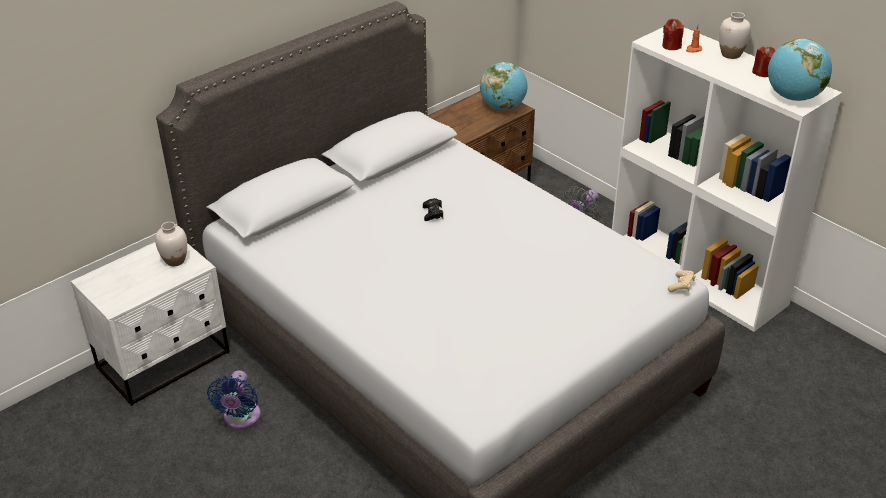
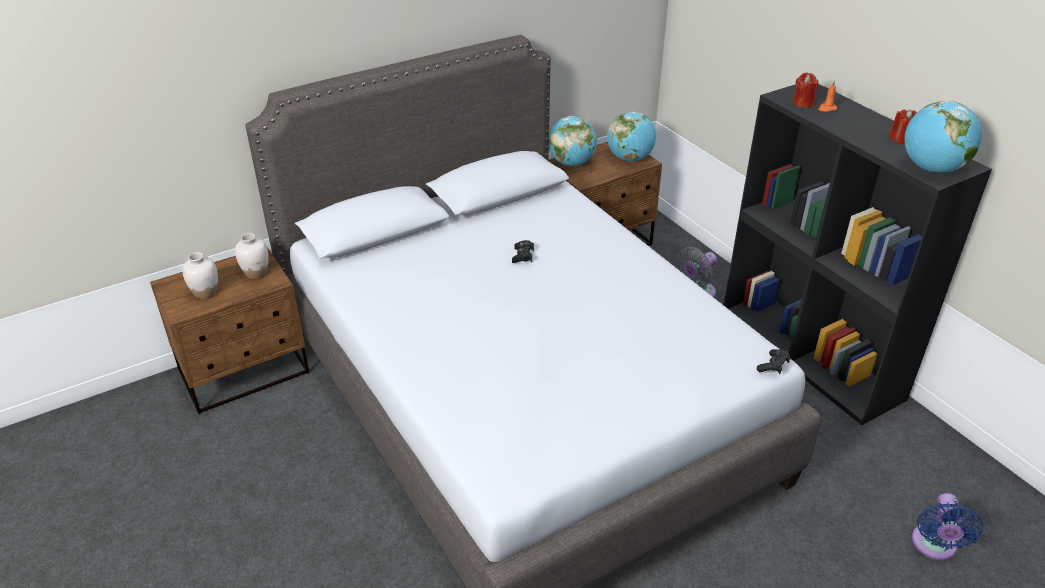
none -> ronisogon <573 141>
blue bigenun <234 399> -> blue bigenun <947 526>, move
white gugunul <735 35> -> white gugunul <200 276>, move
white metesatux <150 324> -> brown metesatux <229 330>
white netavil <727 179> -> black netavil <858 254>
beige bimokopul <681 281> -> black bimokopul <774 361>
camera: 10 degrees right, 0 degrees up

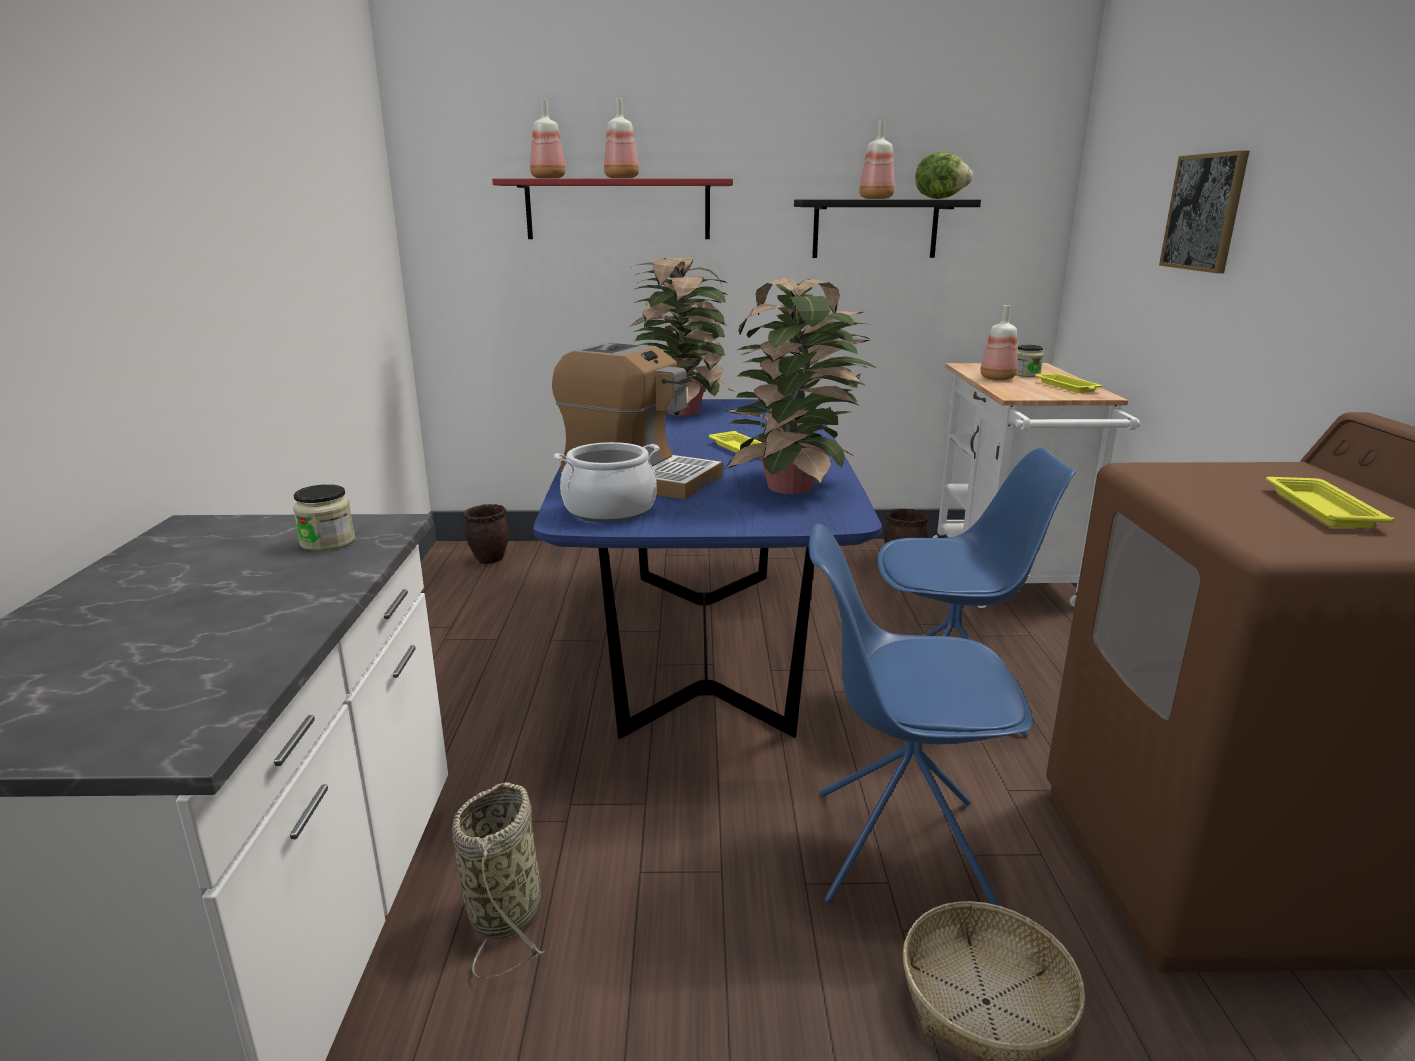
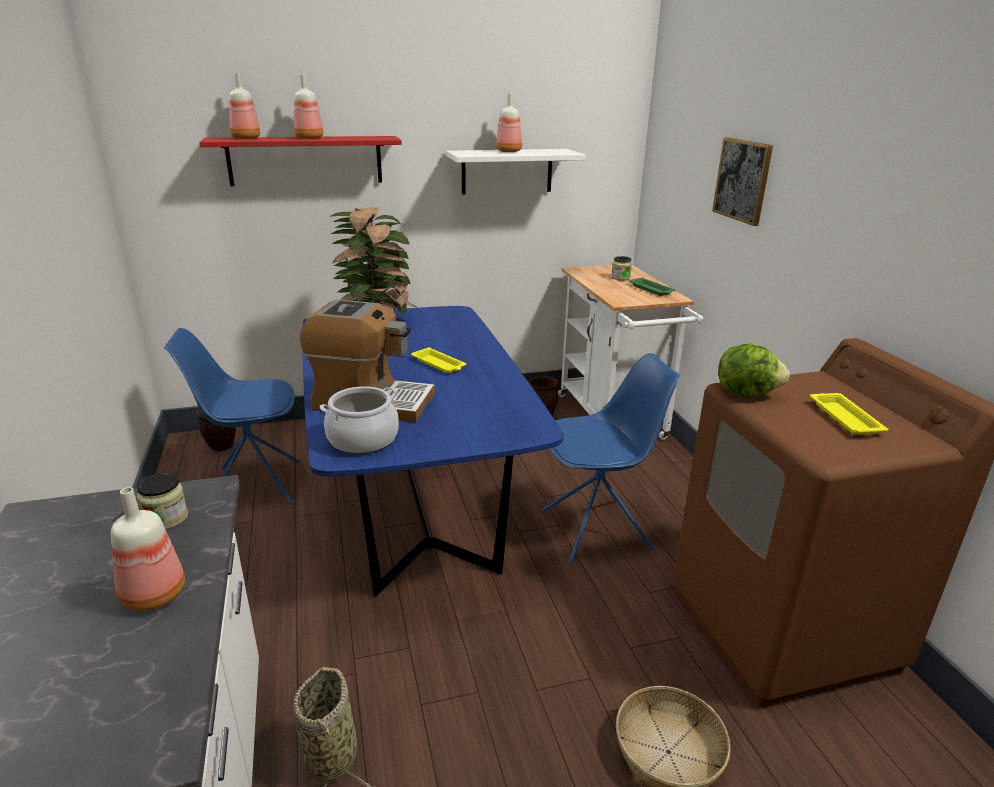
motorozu <800 386> -> none
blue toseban <921 715> -> blue toseban <232 416>, move
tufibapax <944 175> -> tufibapax <753 370>, move
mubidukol <998 342> -> mubidukol <148 549>, move
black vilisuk <887 228> -> white vilisuk <516 172>
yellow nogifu <1068 382> -> green nogifu <652 286>
camera: 15 degrees left, 5 degrees up

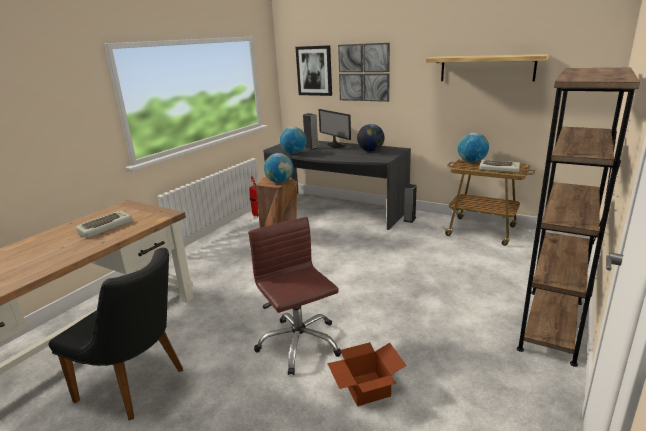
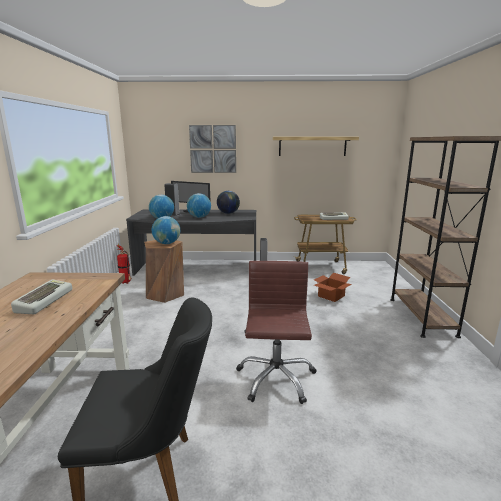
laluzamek <313 70> -> none
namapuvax <367 374> -> namapuvax <333 287>, move
ronisogon <473 148> -> ronisogon <199 205>, move
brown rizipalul <294 296> -> brown rizipalul <276 332>, 60 degrees clockwise
camera: 30 degrees left, 5 degrees down

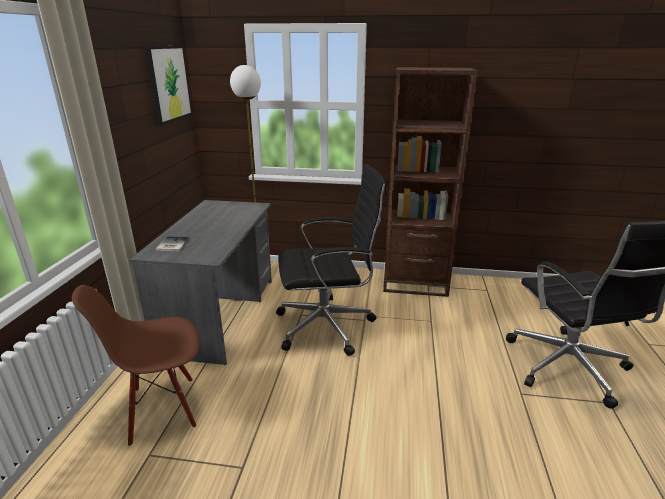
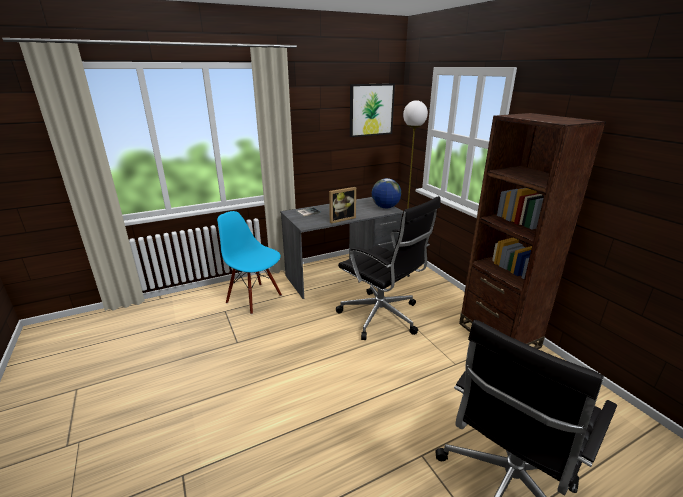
none -> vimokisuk <342 205>
none -> ronisogon <386 193>
brown toseban <136 366> -> blue toseban <249 262>
camera: 55 degrees right, 0 degrees up

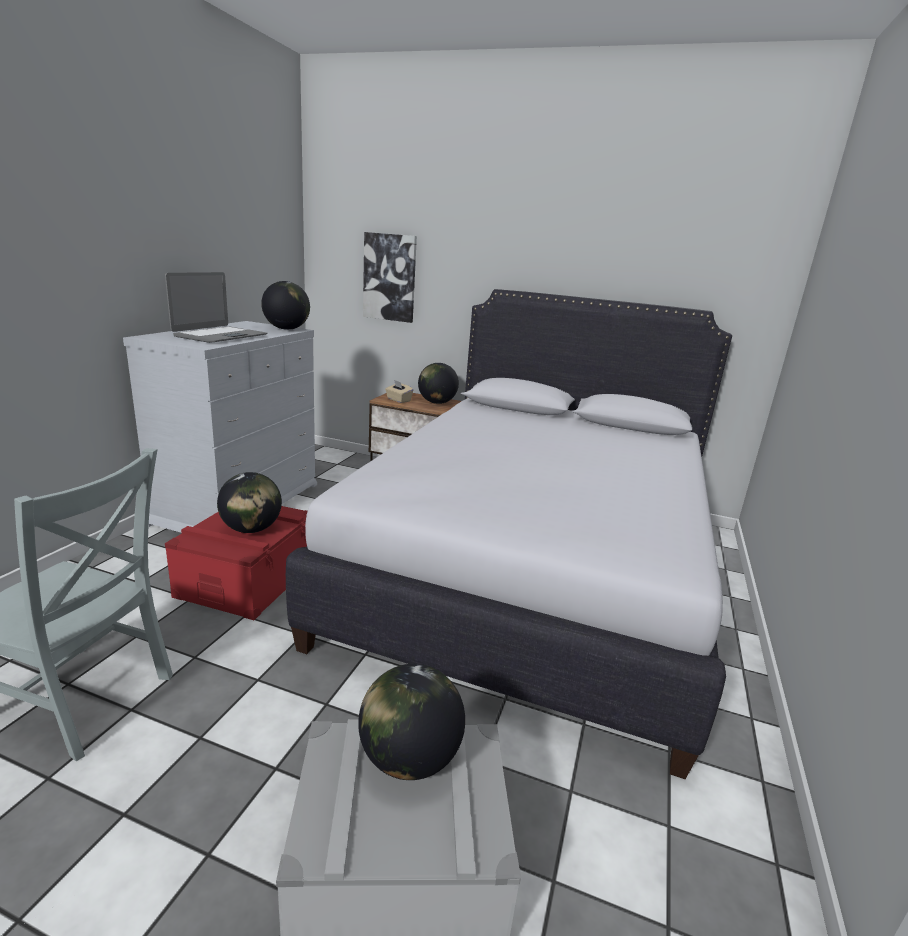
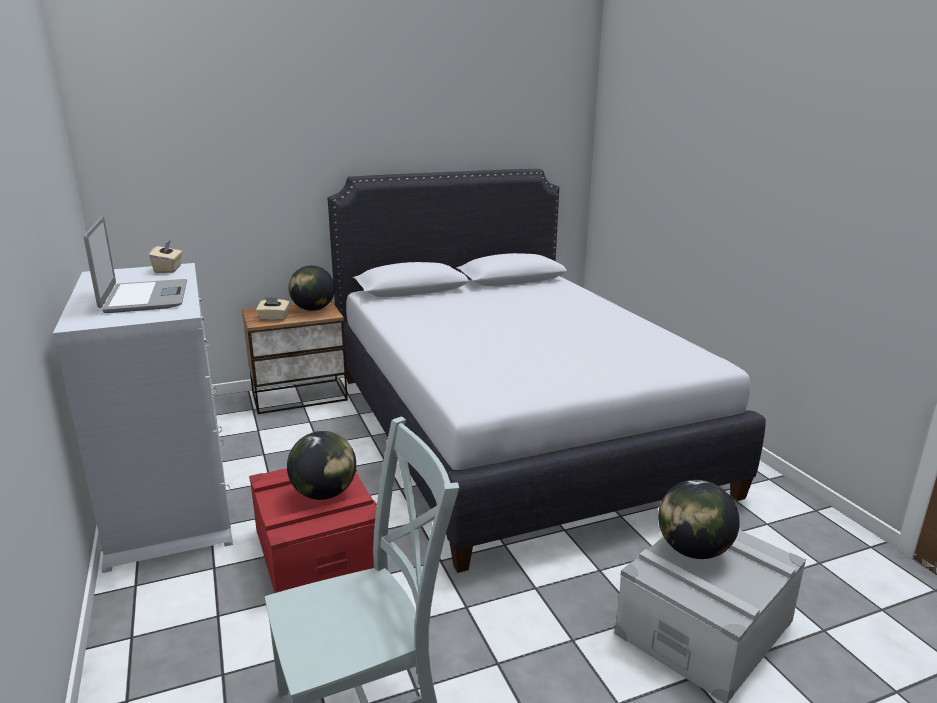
laluzamek <390 277> -> none
ronisogon <285 305> -> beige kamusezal <165 256>
camera: 40 degrees left, 0 degrees up

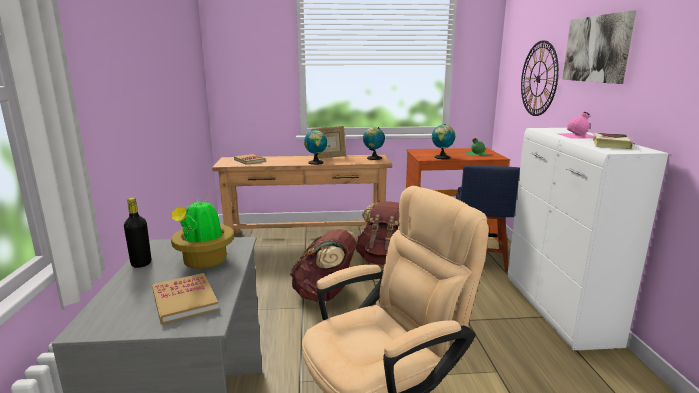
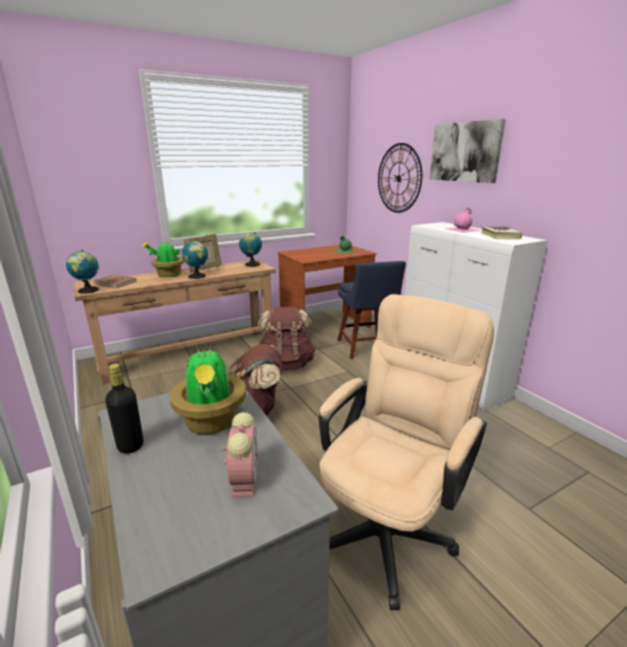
none -> motorozu <163 259>
ronisogon <443 141> -> ronisogon <82 272>, move
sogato <185 299> -> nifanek <240 455>
camera: 25 degrees left, 5 degrees up

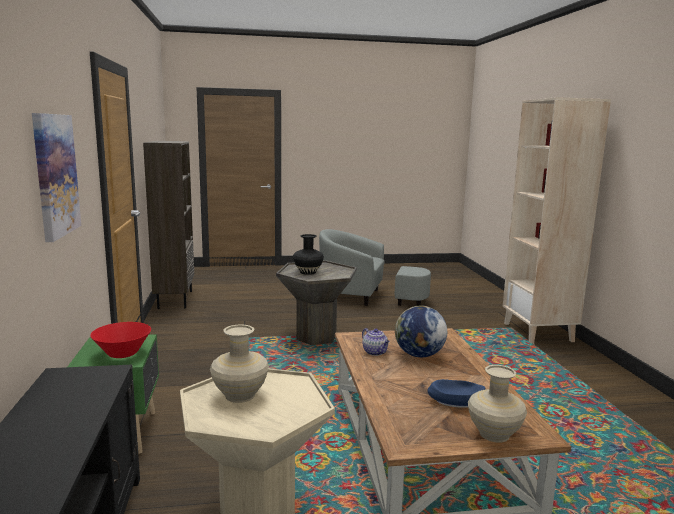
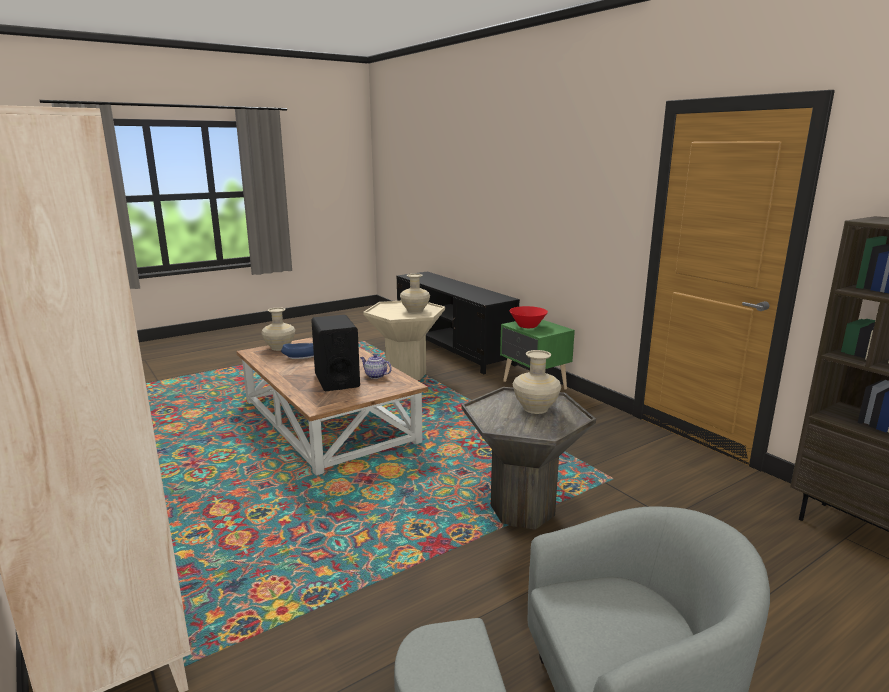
laluzamek <56 177> -> none
ronisogon <421 332> -> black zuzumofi <335 353>
black gugunul <308 254> -> beige gugunul <537 382>
camera: 155 degrees right, 5 degrees up

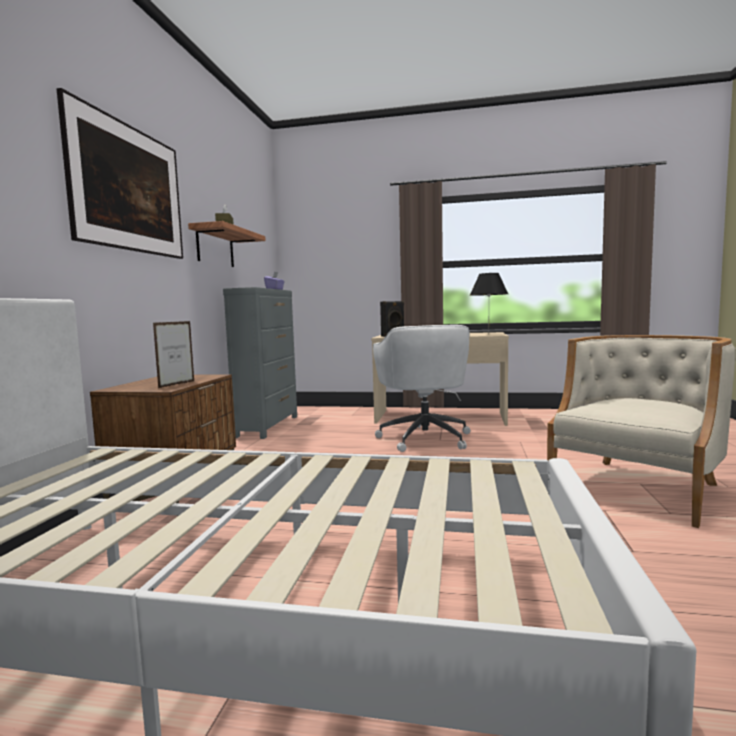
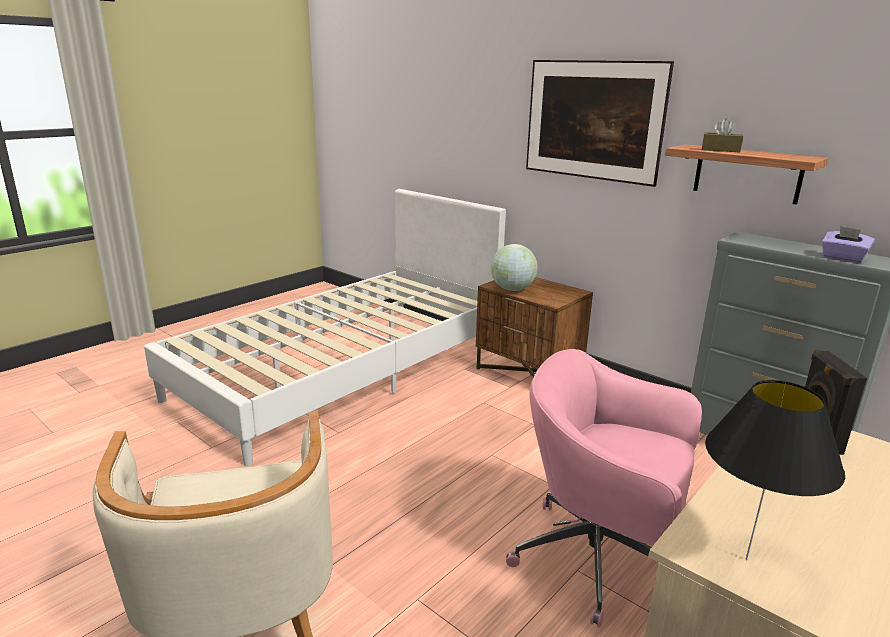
vimokisuk <173 354> -> ronisogon <514 267>
white rizipalul <422 388> -> pink rizipalul <604 488>
camera: 120 degrees right, 15 degrees up

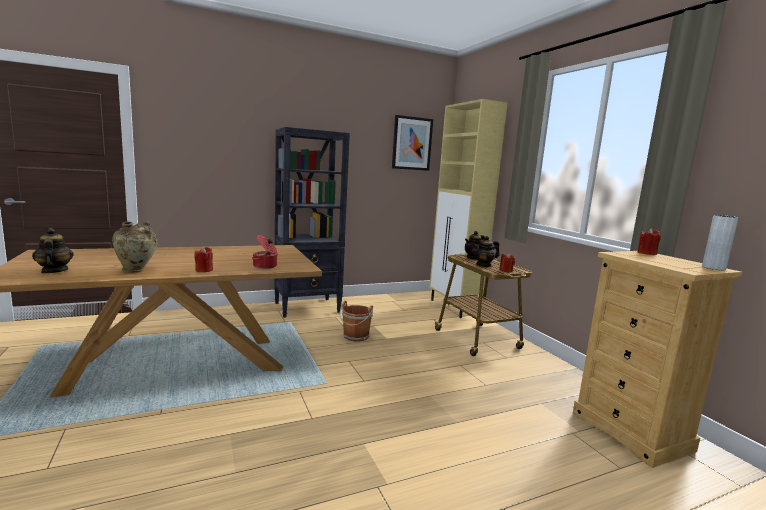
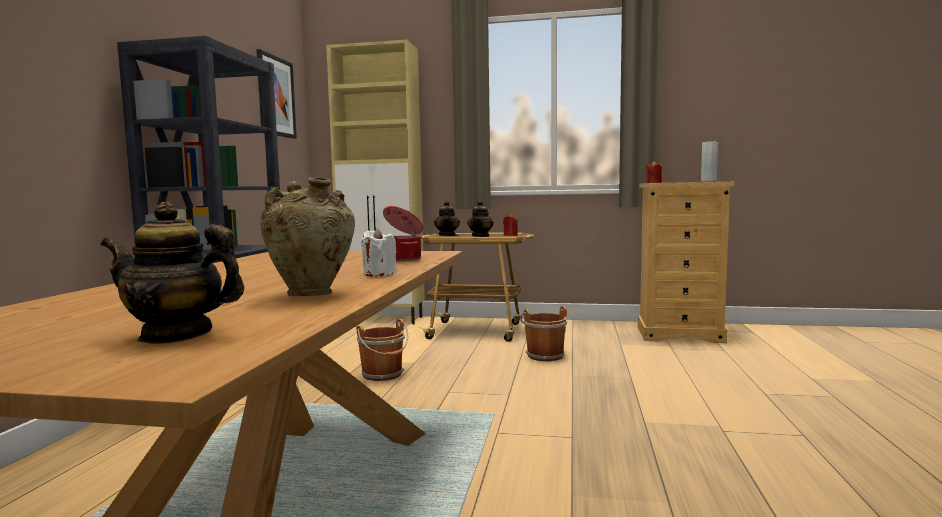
none -> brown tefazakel <544 333>
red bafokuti <203 259> -> white bafokuti <379 252>
camera: 55 degrees left, 5 degrees down

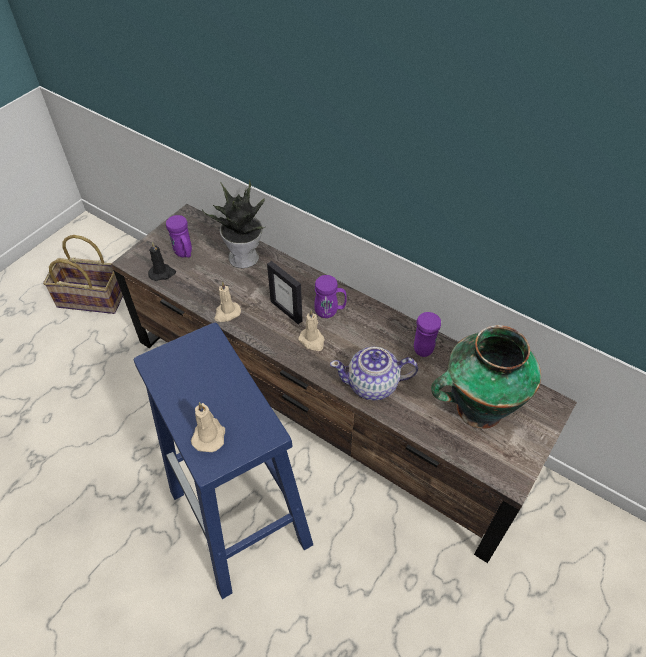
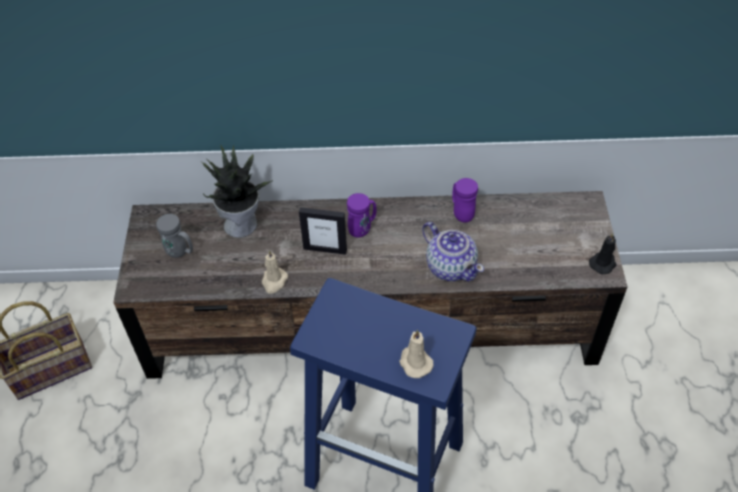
beige bafokuti <311 330> -> none
gugunul <486 377> -> none
black bafokuti <162 261> -> black bafokuti <603 253>, move
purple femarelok <179 236> -> grey femarelok <174 236>
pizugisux <374 374> -> pizugisux <453 251>, 90 degrees counterclockwise
camera: 35 degrees left, 0 degrees up

